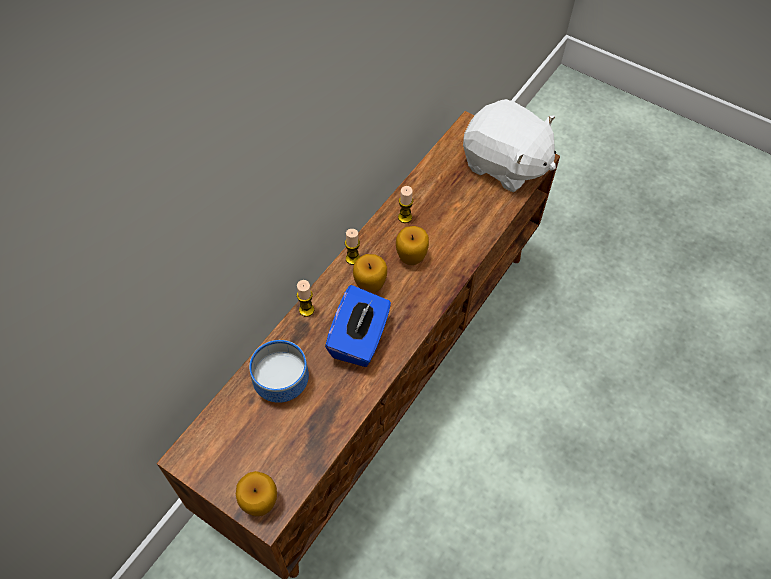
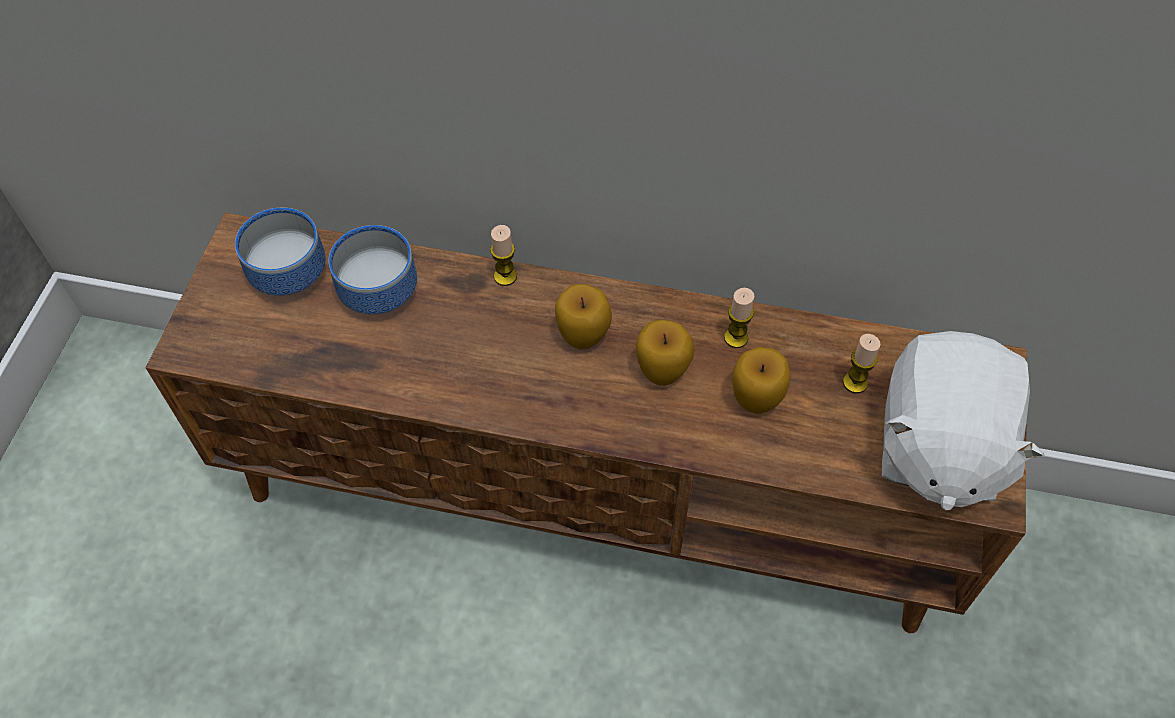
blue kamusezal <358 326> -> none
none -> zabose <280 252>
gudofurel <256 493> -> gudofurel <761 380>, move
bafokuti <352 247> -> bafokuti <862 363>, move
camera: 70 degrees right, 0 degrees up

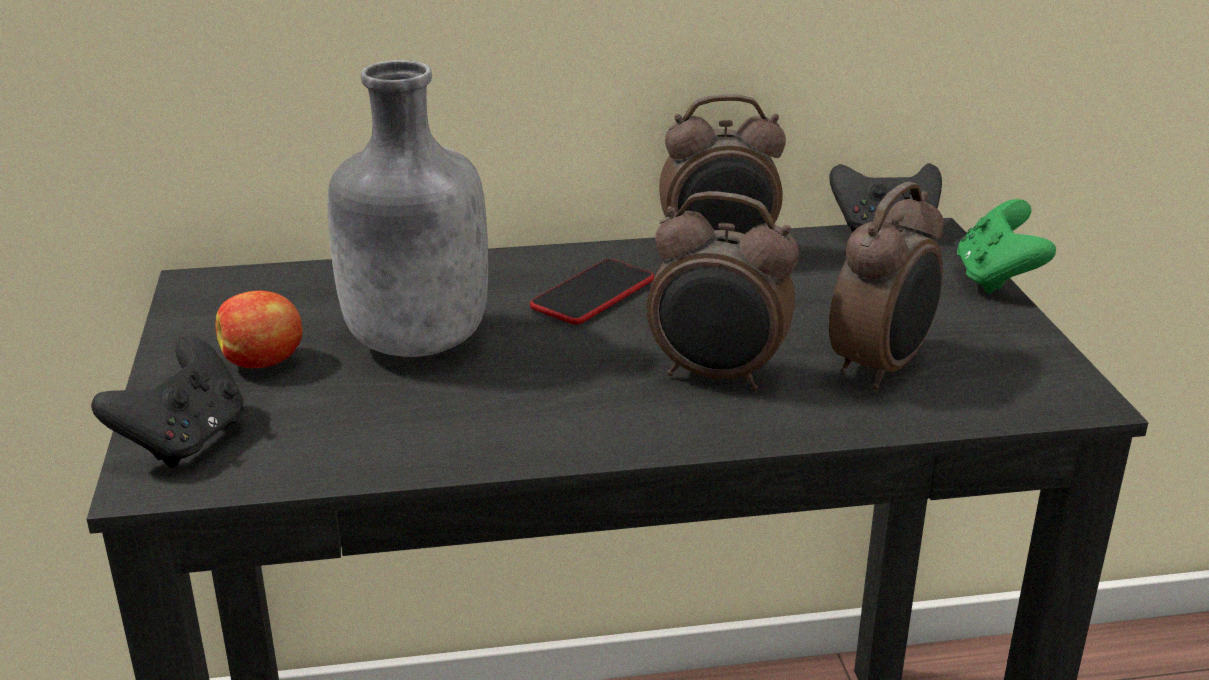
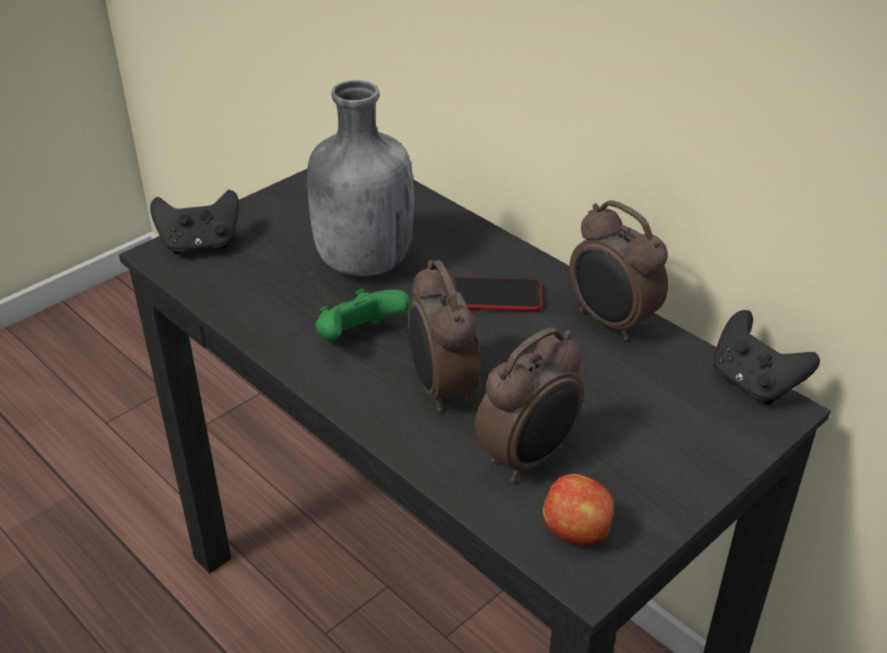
gudofurel <258 329> -> gudofurel <578 510>, move
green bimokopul <1006 246> -> green bimokopul <362 315>, move
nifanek <886 286> -> nifanek <528 405>, 45 degrees counterclockwise
camera: 55 degrees right, 10 degrees up

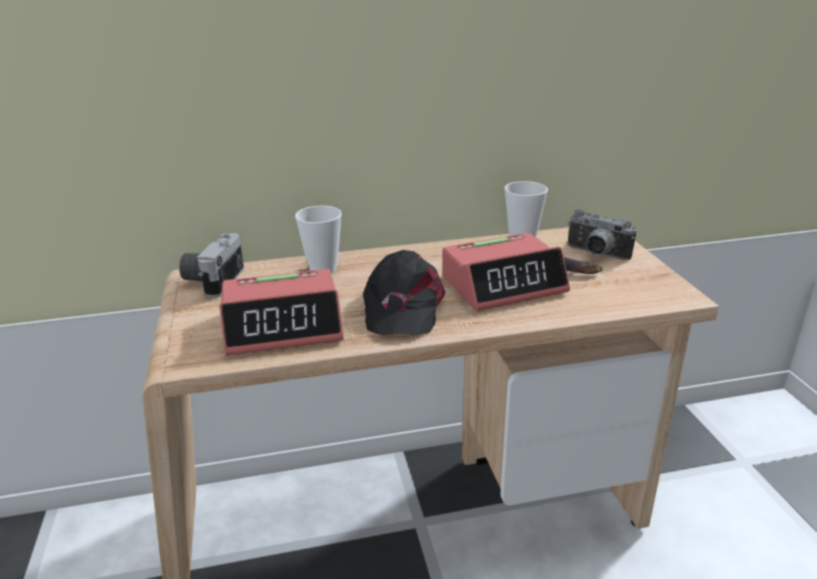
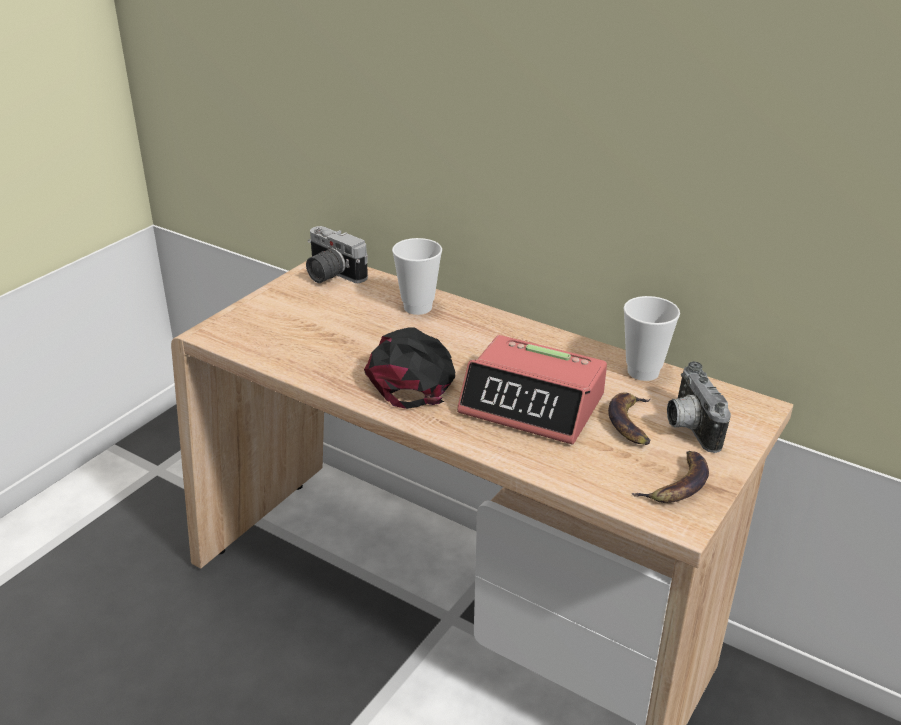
nifanek <281 312> -> none
none -> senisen <670 477>
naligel <211 265> -> naligel <337 254>, 105 degrees counterclockwise
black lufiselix <404 292> -> black lufiselix <409 368>, 135 degrees clockwise
camera: 45 degrees right, 5 degrees up

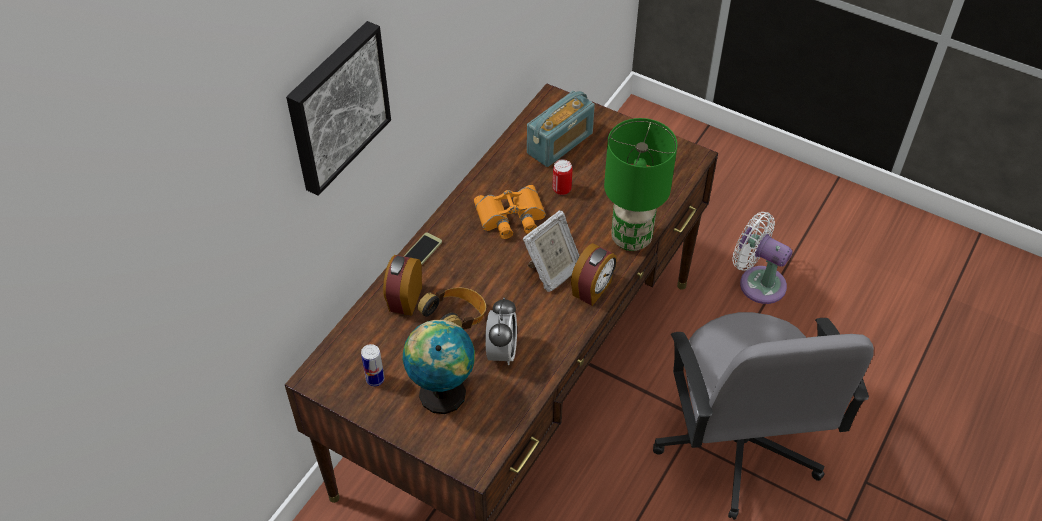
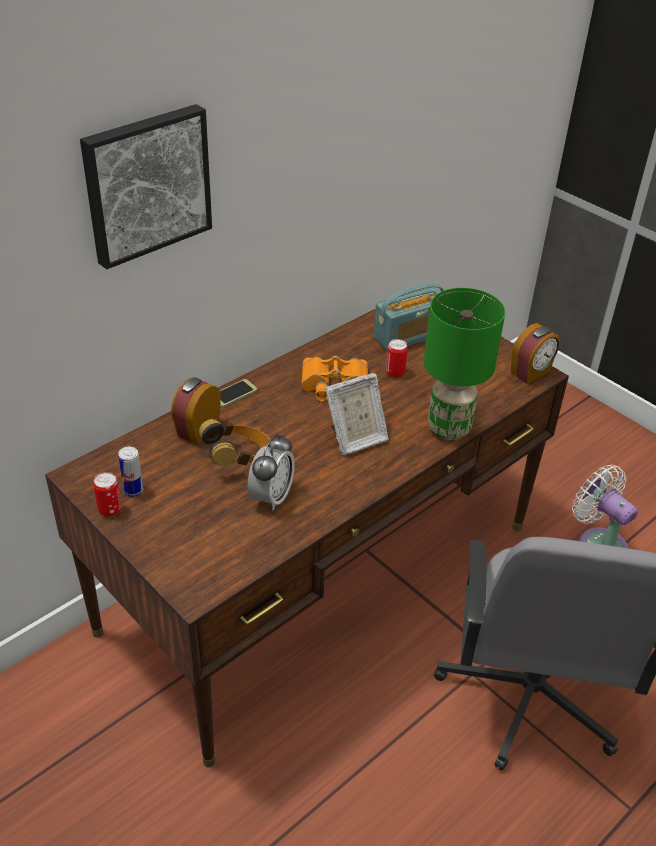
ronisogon <438 367> -> none
none -> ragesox <107 494>
nifanek <594 274> -> nifanek <535 353>, move
camera: 15 degrees right, 10 degrees down

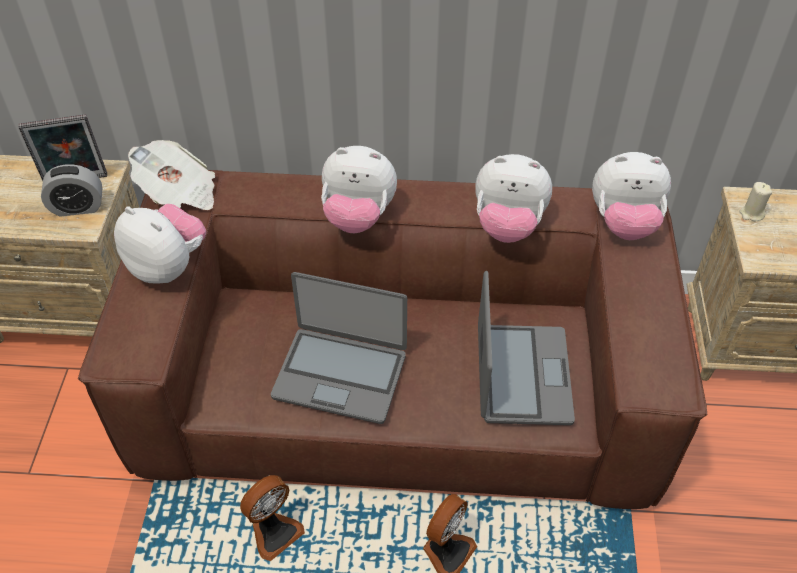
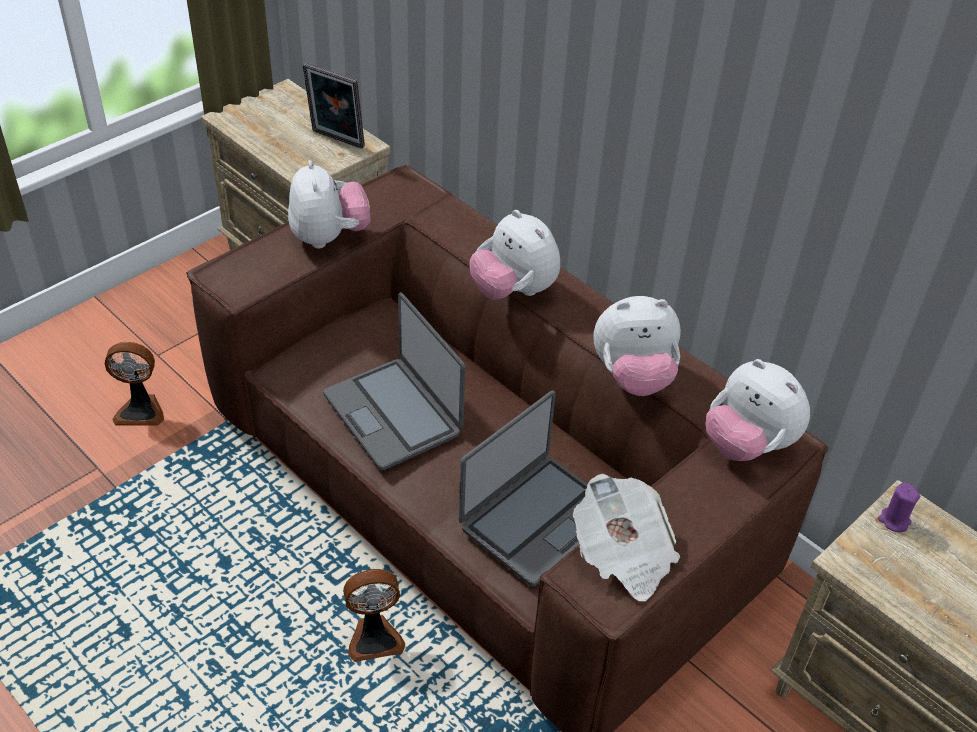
nifanek <71 190> -> none
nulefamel <171 175> -> nulefamel <626 537>, move
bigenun <272 518> -> bigenun <134 384>, move
beige bafokuti <756 201> -> purple bafokuti <899 507>
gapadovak <513 198> -> gapadovak <637 346>, 60 degrees counterclockwise
camera: 40 degrees right, 5 degrees down

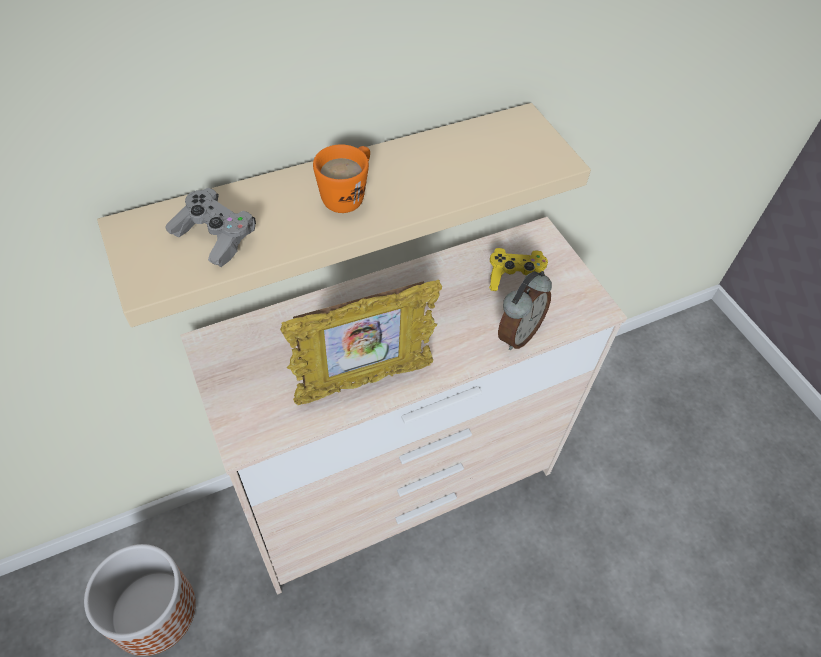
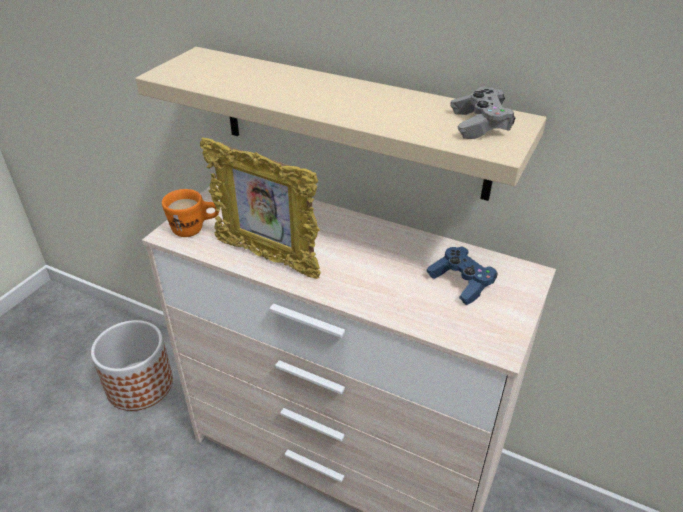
nifanek <525 310> -> none
grey bimokopul <210 227> -> grey bimokopul <482 113>, move
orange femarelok <341 178> -> orange femarelok <190 213>, move
yellow bimokopul <518 269> -> blue bimokopul <462 276>
camera: 55 degrees right, 15 degrees down

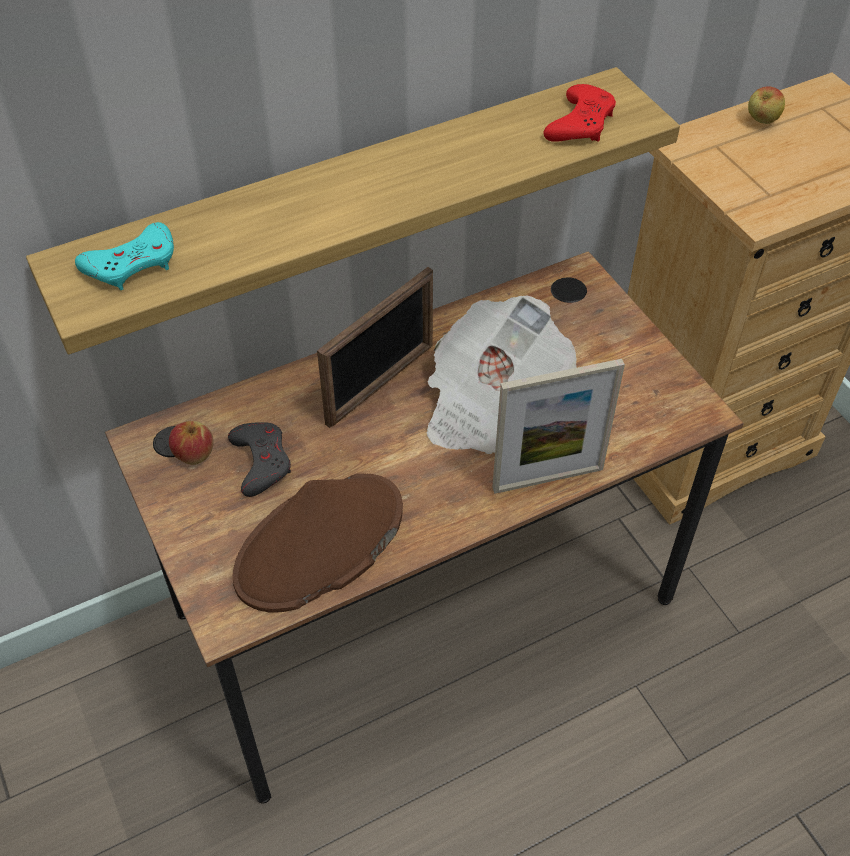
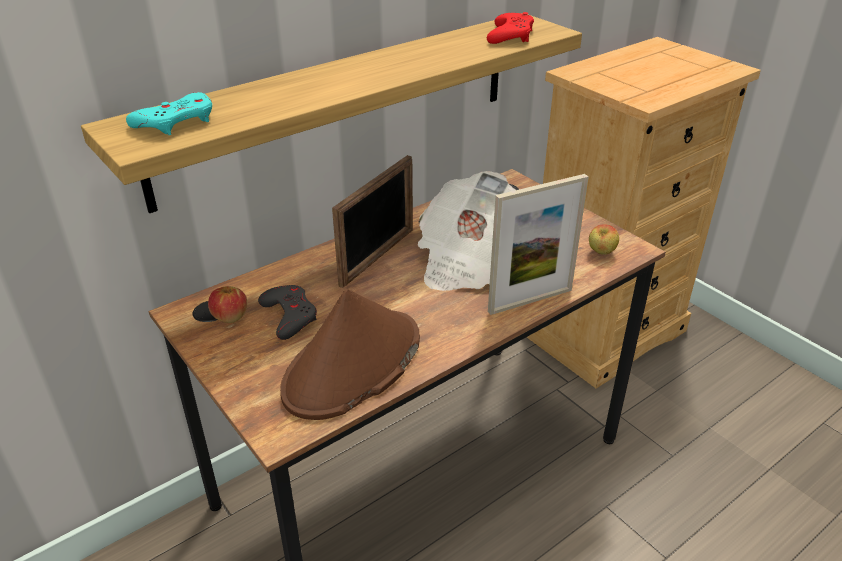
gudofurel <766 105> -> gudofurel <604 239>, move
camera: 10 degrees left, 15 degrees down

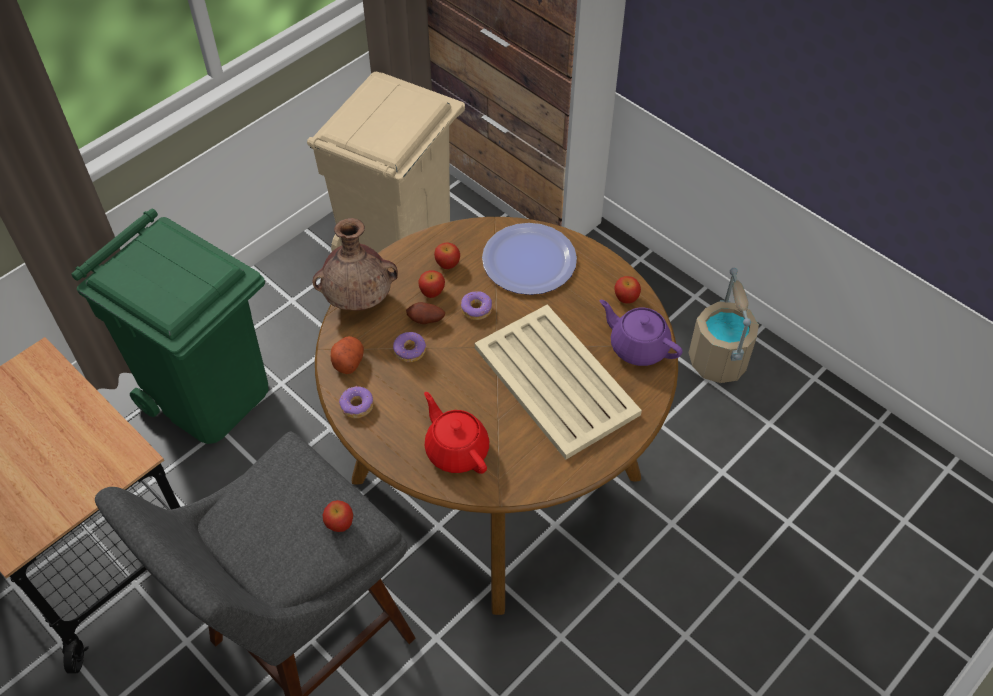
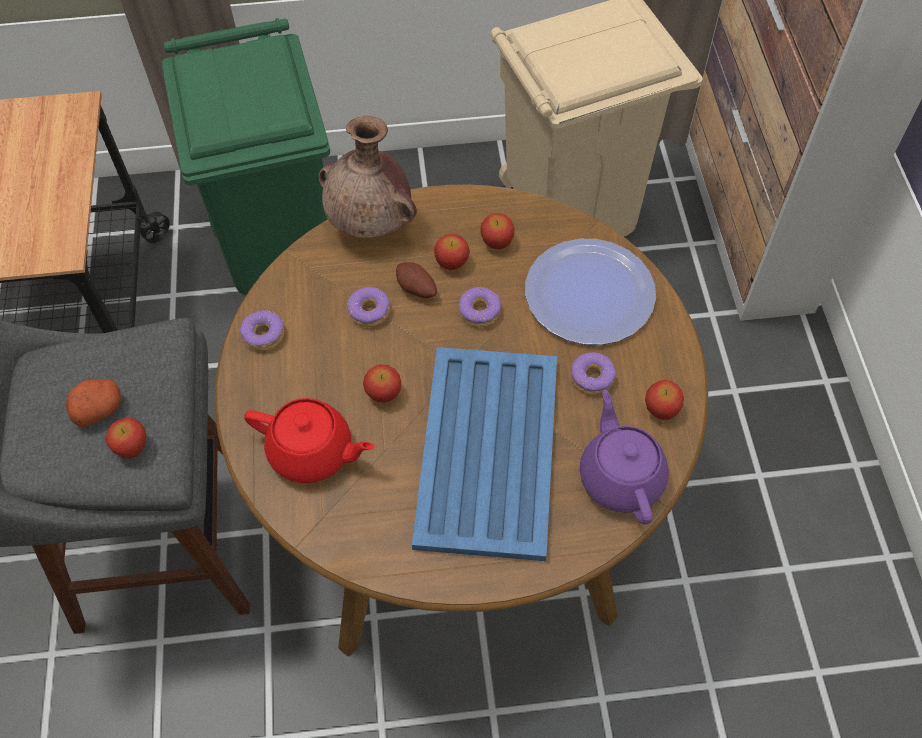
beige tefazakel <724 325> -> none
none -> gudofurel <382 383>
none -> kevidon <594 373>
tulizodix <347 355> -> tulizodix <93 403>, move
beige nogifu <558 382> -> blue nogifu <484 454>
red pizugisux <456 433> -> red pizugisux <309 440>, 105 degrees clockwise
camera: 40 degrees right, 5 degrees up

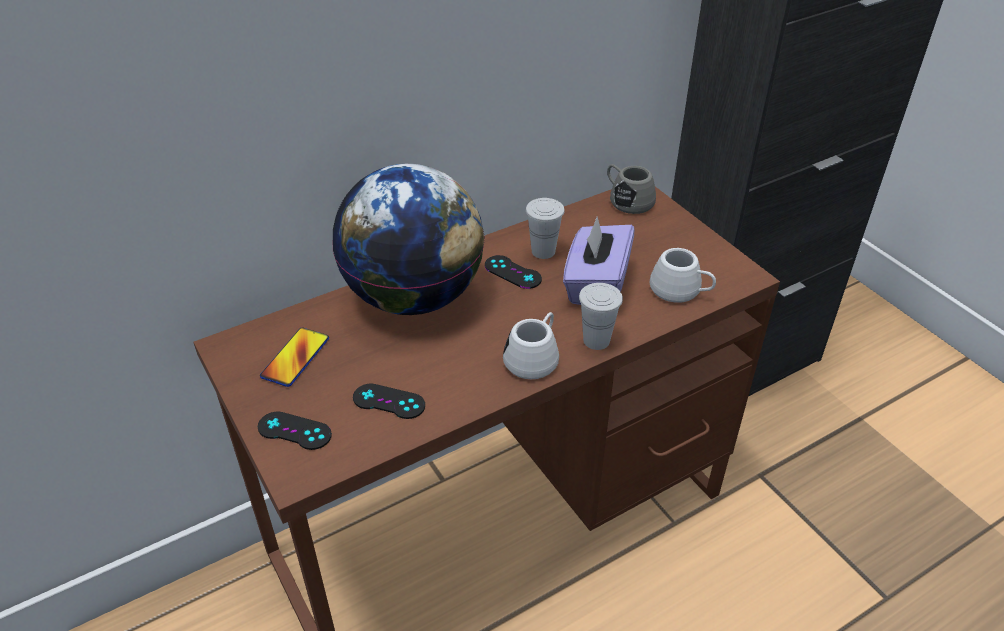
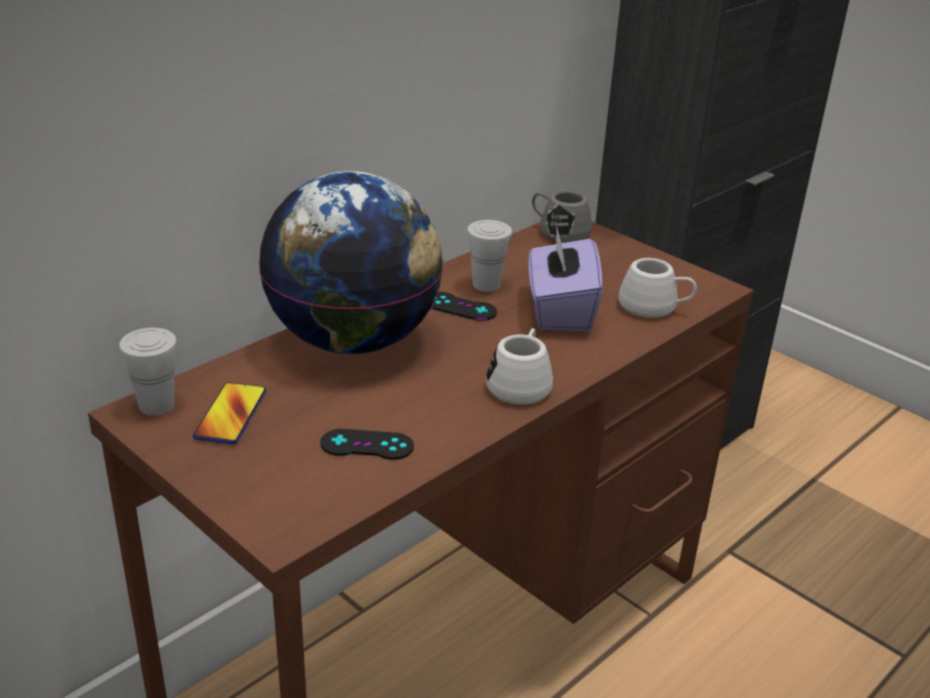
black bimokopul <295 431> -> none
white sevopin <601 316> -> white sevopin <148 371>, move
camera: 15 degrees left, 10 degrees down

